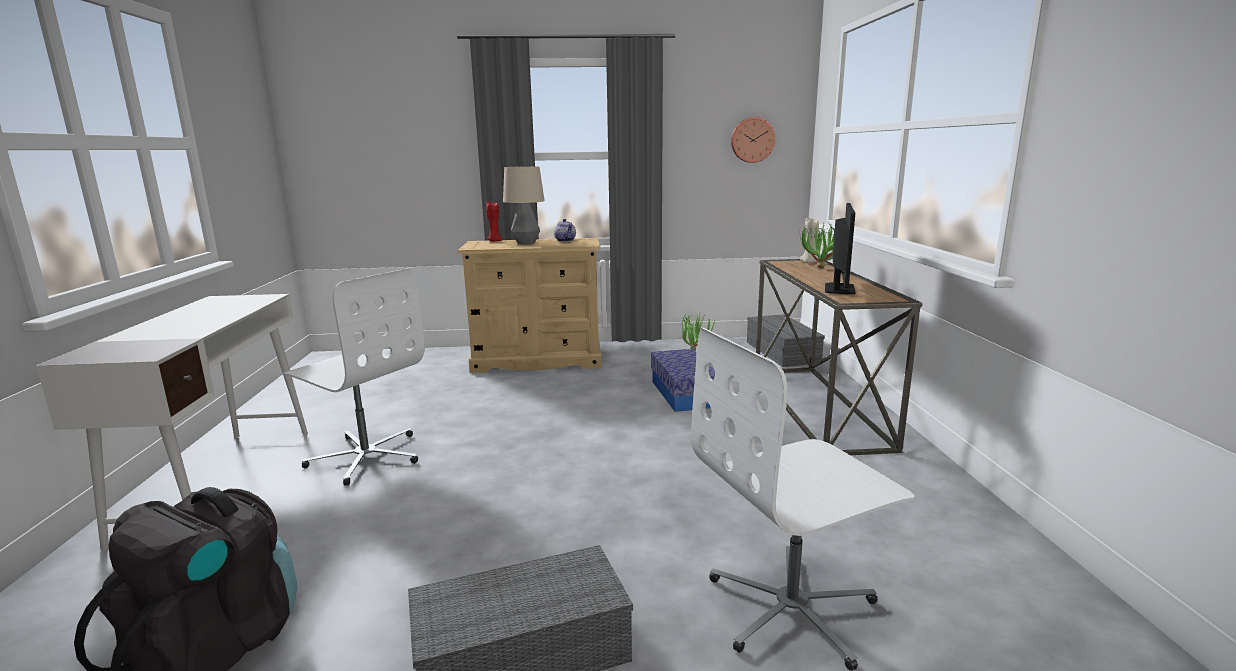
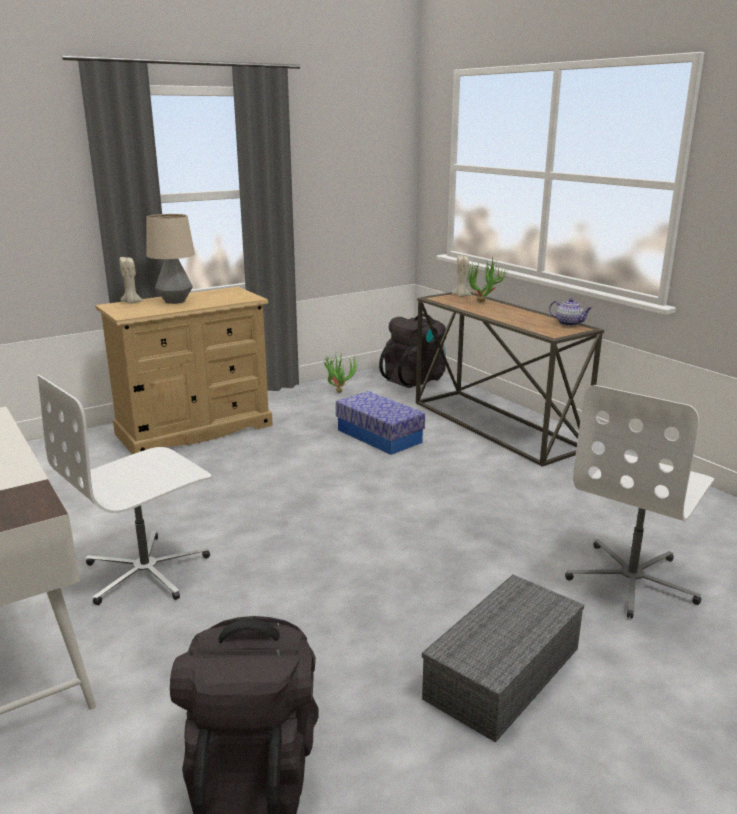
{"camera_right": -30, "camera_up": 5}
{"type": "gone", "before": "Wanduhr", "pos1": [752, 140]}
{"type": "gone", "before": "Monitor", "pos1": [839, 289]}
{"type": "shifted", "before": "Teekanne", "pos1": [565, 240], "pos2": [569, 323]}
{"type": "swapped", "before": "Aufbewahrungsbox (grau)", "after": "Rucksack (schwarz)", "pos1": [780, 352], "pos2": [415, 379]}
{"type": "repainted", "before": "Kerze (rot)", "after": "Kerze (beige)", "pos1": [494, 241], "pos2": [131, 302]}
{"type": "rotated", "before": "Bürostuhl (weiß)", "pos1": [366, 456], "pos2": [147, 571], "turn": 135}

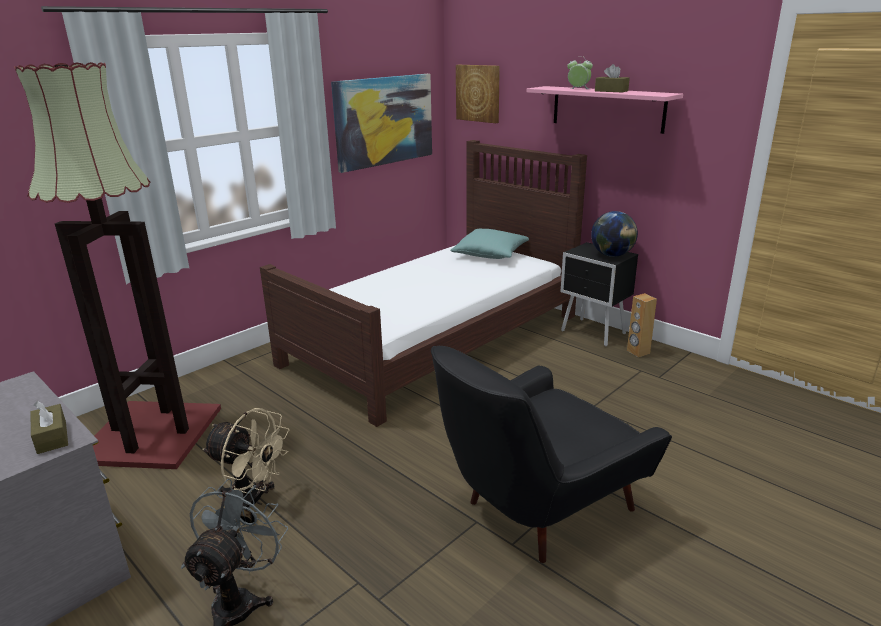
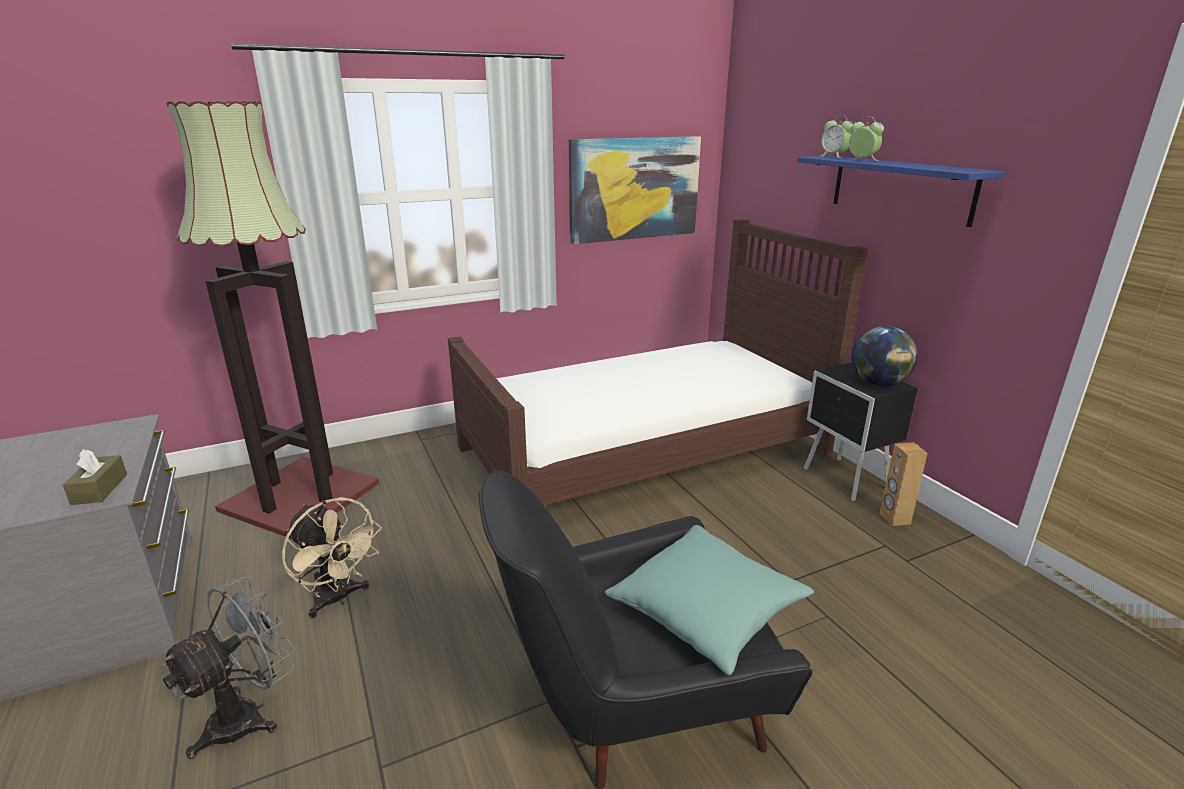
{"camera_right": 20, "camera_up": 0}
{"type": "gone", "before": "Bild", "pos1": [478, 93]}
{"type": "gone", "before": "Taschentuchbox (braun)", "pos1": [611, 91]}
{"type": "new", "after": "Wecker", "pos2": [834, 156]}
{"type": "shifted", "before": "Kissen (türkis)", "pos1": [491, 254], "pos2": [707, 611]}
{"type": "repainted", "before": "Wandregal (rosa)", "after": "Wandregal (blau)", "pos1": [607, 108], "pos2": [900, 188]}

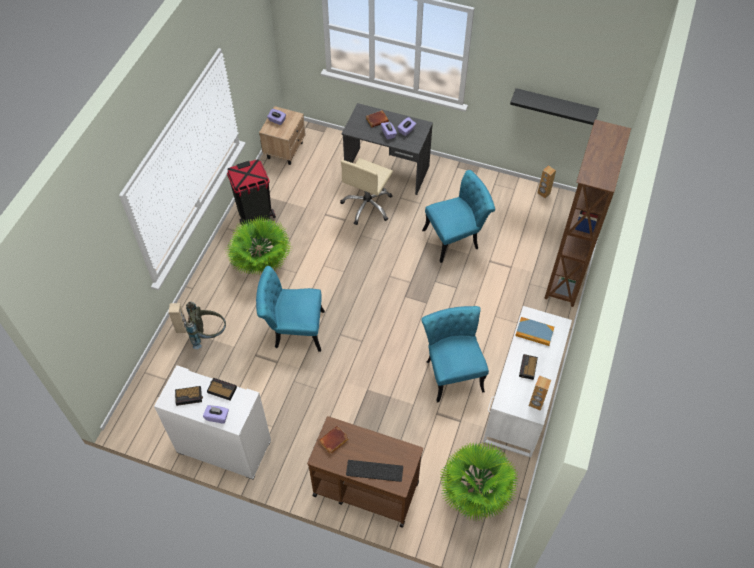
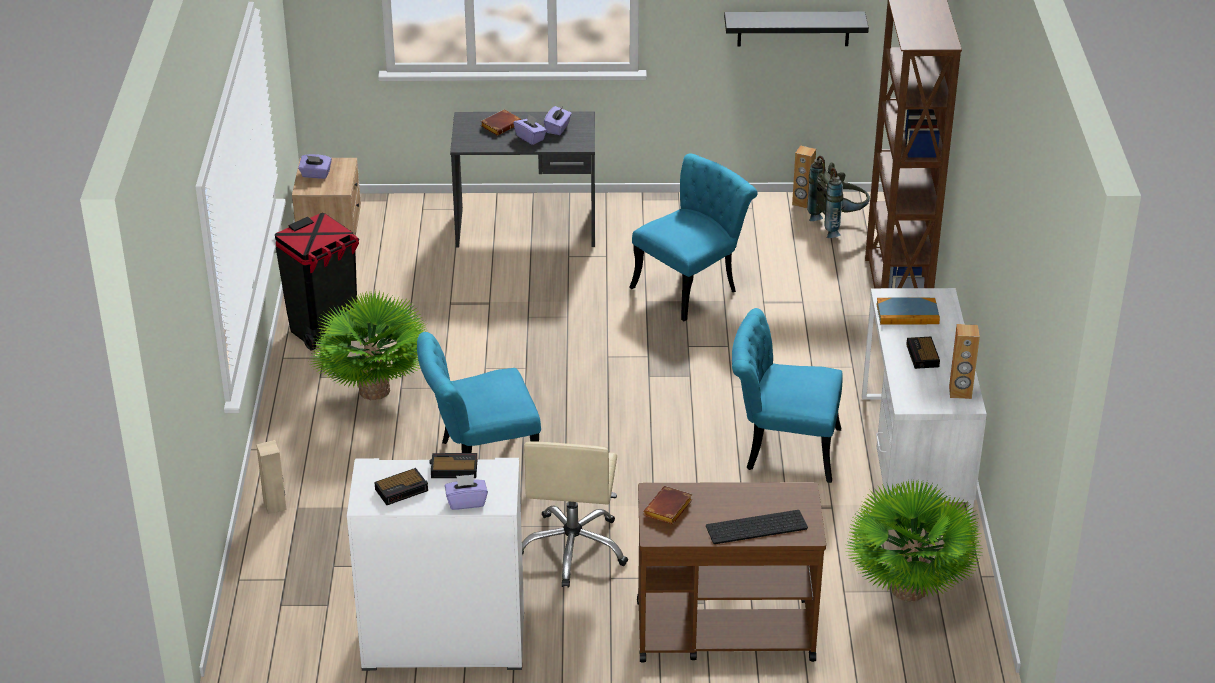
{"camera_right": -20, "camera_up": -20}
{"type": "shifted", "before": "Rucksack (grau)", "pos1": [209, 335], "pos2": [838, 224]}
{"type": "shifted", "before": "Bürostuhl (beige)", "pos1": [367, 206], "pos2": [573, 548]}
{"type": "rotated", "before": "Stuhl (türkis)", "pos1": [452, 370], "pos2": [781, 448], "turn": -45}

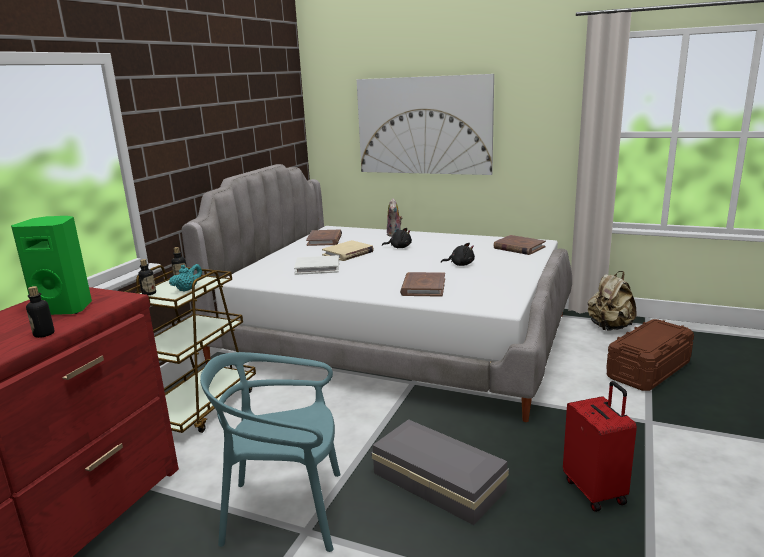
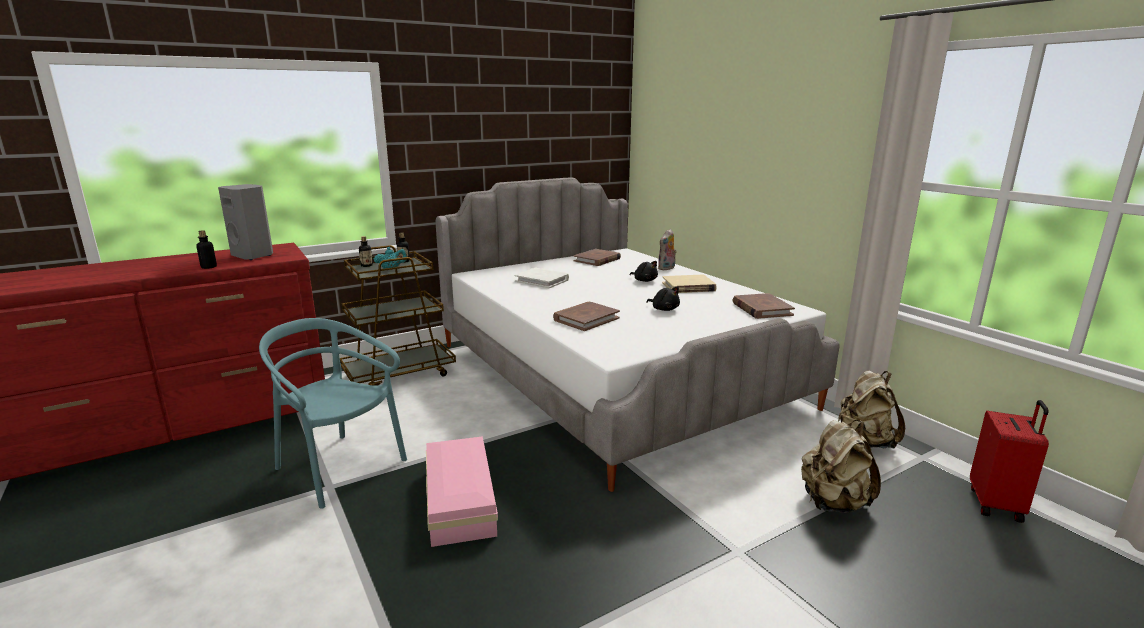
{"camera_right": 35, "camera_up": 0}
{"type": "gone", "before": "Bild", "pos1": [424, 125]}
{"type": "shifted", "before": "Buch (beige)", "pos1": [348, 253], "pos2": [688, 287]}
{"type": "shifted", "before": "Koffer (rot)", "pos1": [595, 491], "pos2": [997, 504]}
{"type": "swapped", "before": "Aufbewahrungsbox (braun)", "after": "Rucksack (beige)", "pos1": [648, 370], "pos2": [833, 503]}
{"type": "repainted", "before": "Lautsprecher (grün)", "after": "Lautsprecher (grau)", "pos1": [65, 308], "pos2": [254, 256]}
{"type": "repainted", "before": "Aufbewahrungsbox (grau)", "after": "Aufbewahrungsbox (rosa)", "pos1": [437, 480], "pos2": [461, 499]}

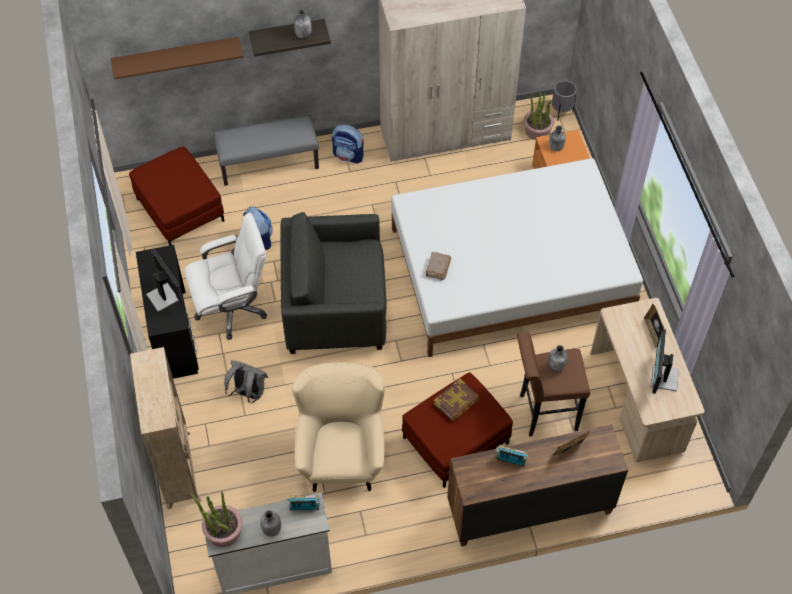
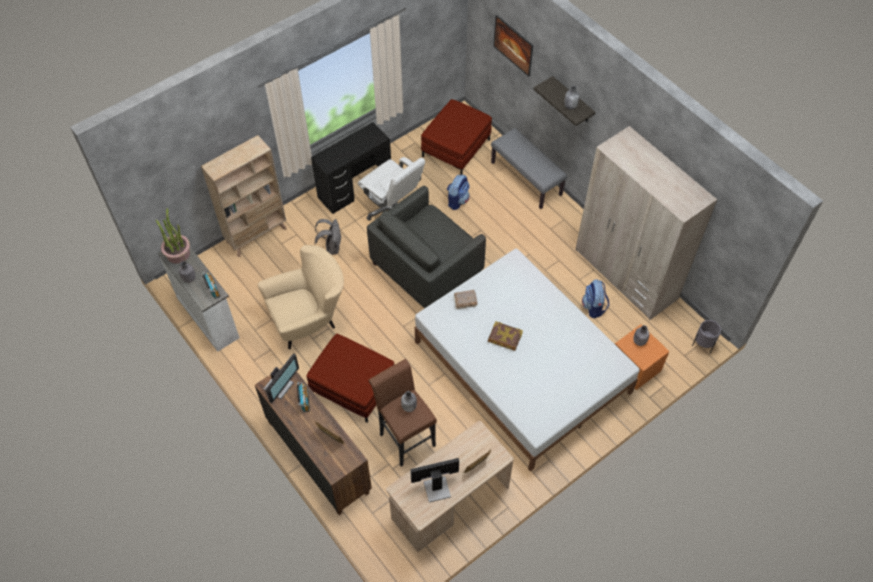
{"camera_right": 65, "camera_up": 0}
{"type": "gone", "before": "Topfpflanze", "pos1": [537, 130]}
{"type": "shifted", "before": "Monitor", "pos1": [164, 296], "pos2": [280, 386]}
{"type": "shifted", "before": "Rucksack", "pos1": [349, 155], "pos2": [593, 307]}
{"type": "shifted", "before": "Buch", "pos1": [456, 402], "pos2": [504, 338]}
{"type": "swapped", "before": "Wandregal (braun)", "after": "Bild", "pos1": [176, 56], "pos2": [512, 53]}
{"type": "rotated", "before": "Sessel (grau)", "pos1": [335, 307], "pos2": [426, 268], "turn": -105}

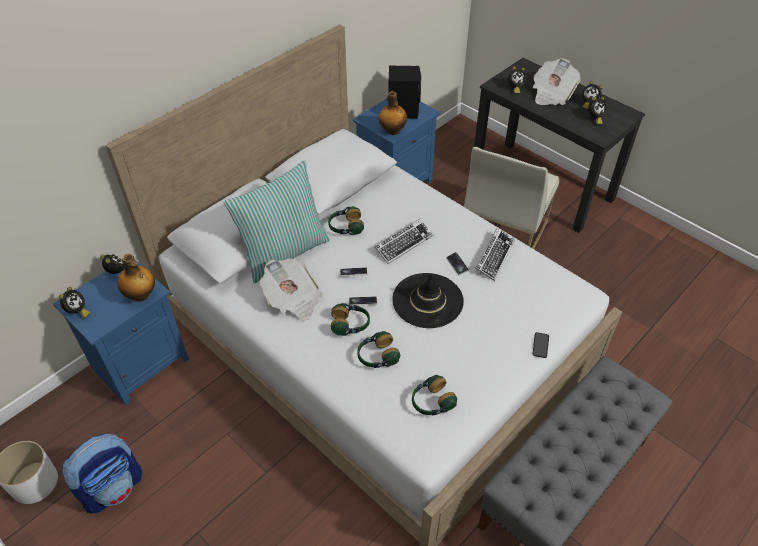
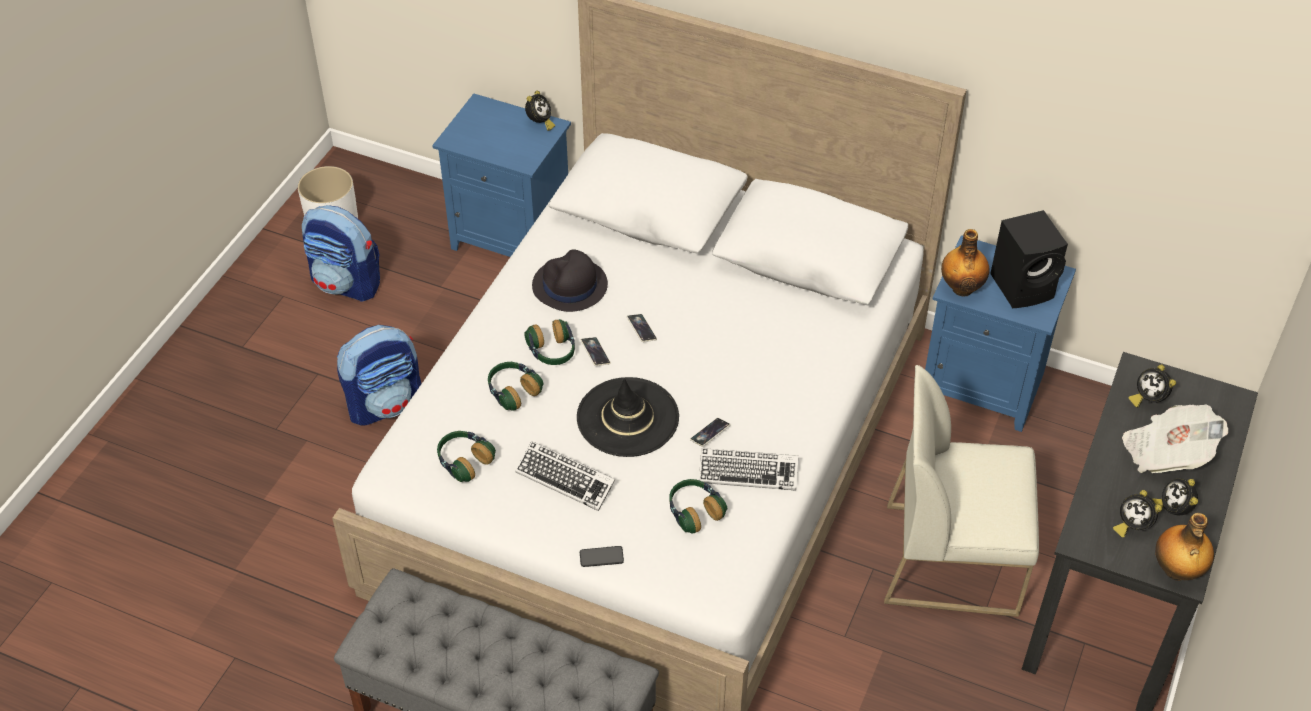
{"camera_right": 70, "camera_up": 0}
{"type": "gone", "before": "Wecker", "pos1": [77, 312]}
{"type": "gone", "before": "Kissen", "pos1": [283, 252]}
{"type": "new", "after": "Rucksack", "pos2": [385, 404]}
{"type": "shifted", "before": "Flasche", "pos1": [141, 296], "pos2": [1176, 571]}
{"type": "shifted", "before": "Kopfhörer", "pos1": [345, 227], "pos2": [694, 511]}
{"type": "shifted", "before": "Tastatur", "pos1": [404, 243], "pos2": [565, 479]}
{"type": "swapped", "before": "Zeitung", "after": "Hut (schwarz)", "pos1": [293, 299], "pos2": [569, 286]}

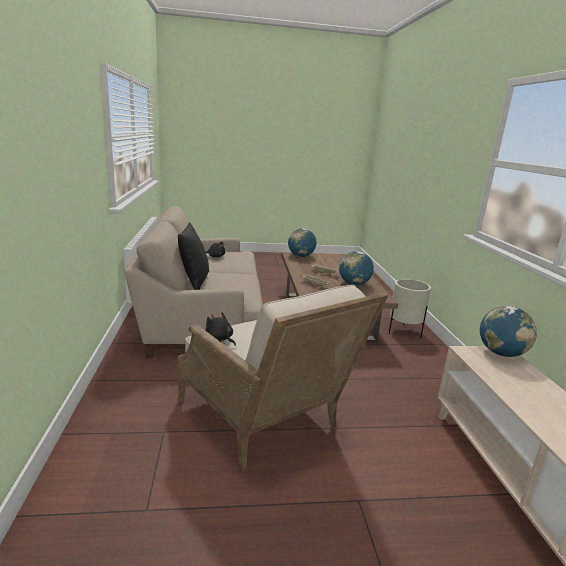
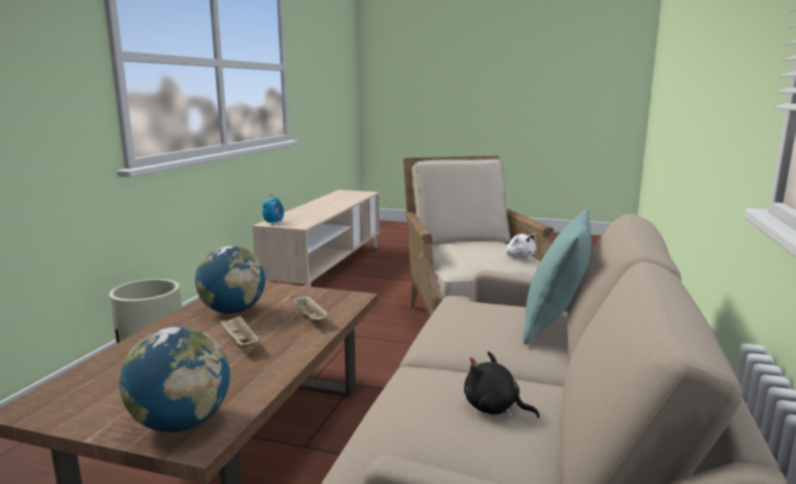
{"camera_right": -155, "camera_up": -5}
{"type": "swapped", "before": "Globus", "after": "Wecker", "pos1": [501, 353], "pos2": [274, 223]}
{"type": "repainted", "before": "Kissen (schwarz)", "after": "Kissen (türkis)", "pos1": [194, 281], "pos2": [554, 325]}
{"type": "repainted", "before": "Plüschtier (schwarz)", "after": "Plüschtier (weiß)", "pos1": [220, 340], "pos2": [519, 257]}

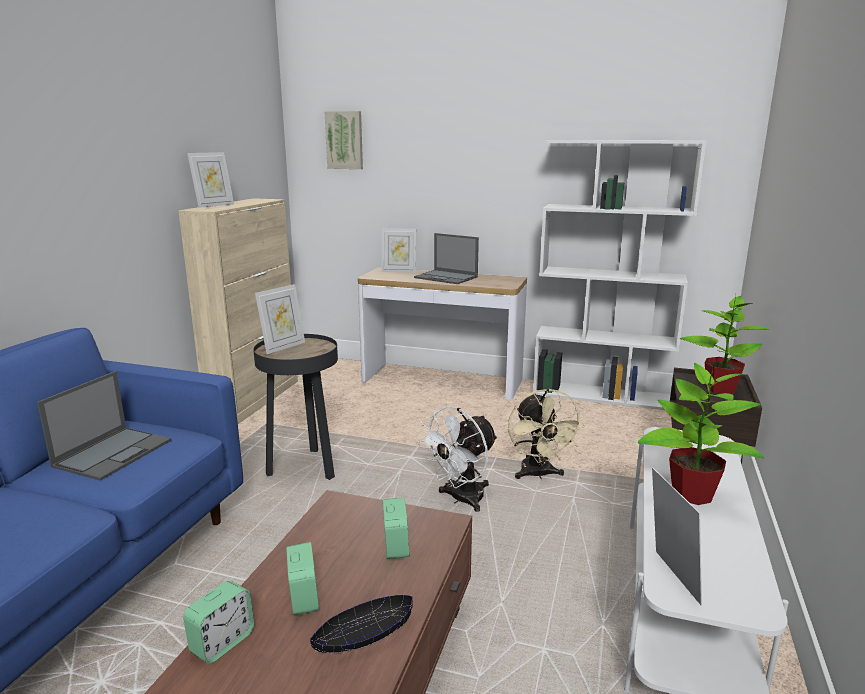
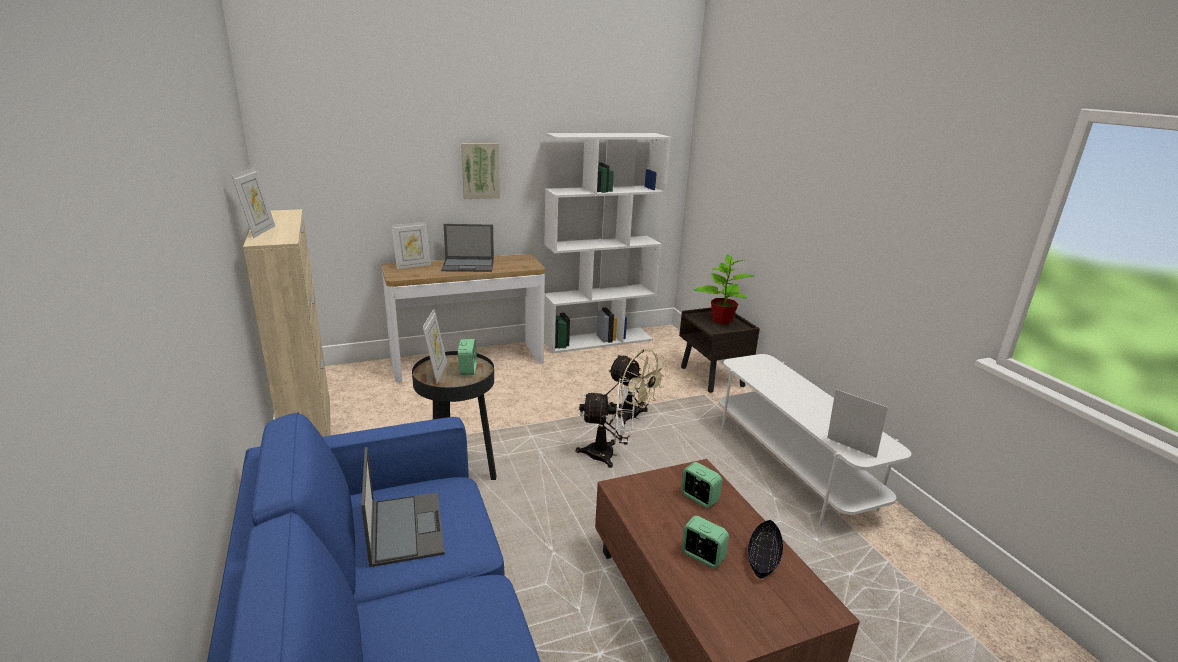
{"camera_right": -40, "camera_up": 5}
{"type": "gone", "before": "Topfpflanze", "pos1": [691, 493]}
{"type": "shifted", "before": "Wecker", "pos1": [222, 643], "pos2": [468, 370]}
{"type": "shifted", "before": "Bild", "pos1": [345, 140], "pos2": [480, 170]}
{"type": "rotated", "before": "Ventilator (weiß)", "pos1": [461, 500], "pos2": [608, 455], "turn": -90}

